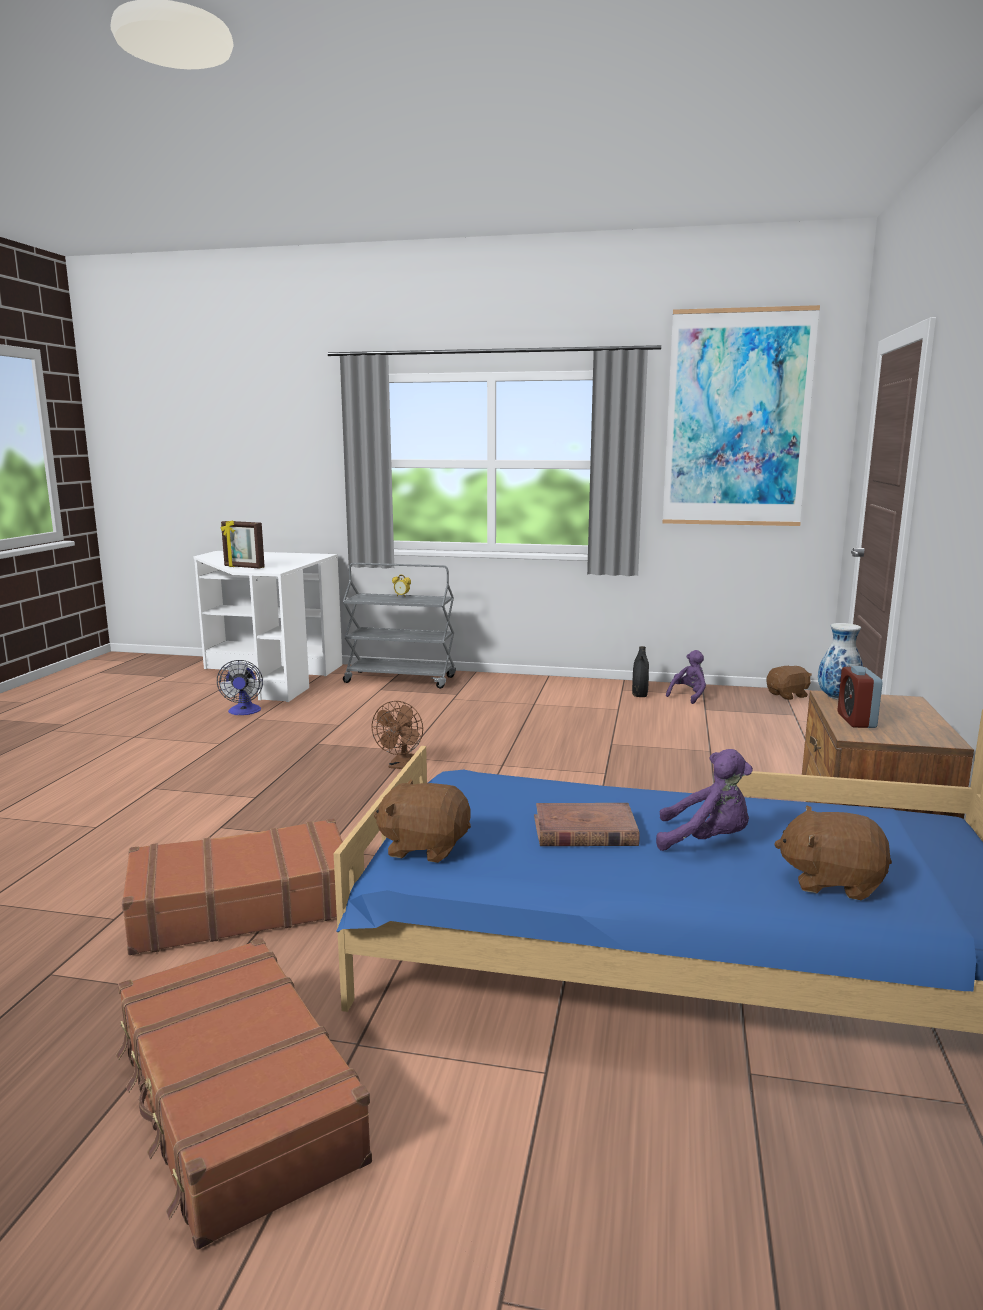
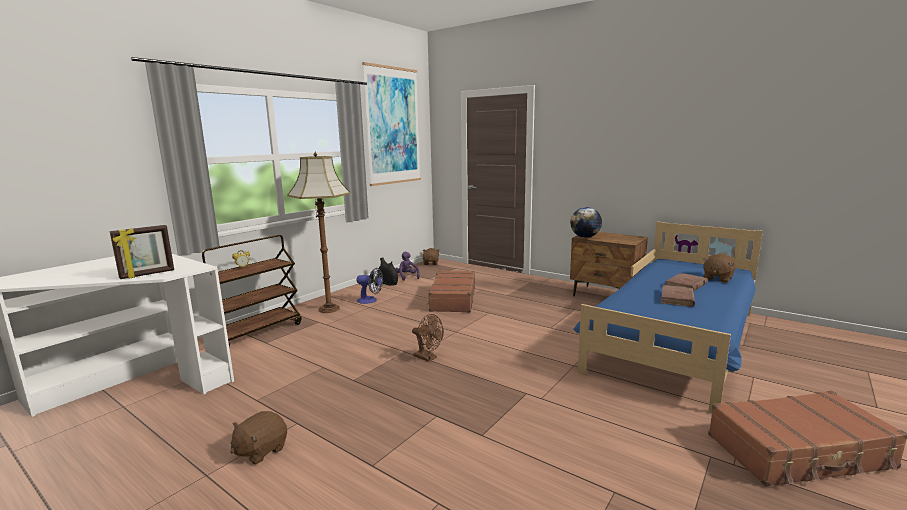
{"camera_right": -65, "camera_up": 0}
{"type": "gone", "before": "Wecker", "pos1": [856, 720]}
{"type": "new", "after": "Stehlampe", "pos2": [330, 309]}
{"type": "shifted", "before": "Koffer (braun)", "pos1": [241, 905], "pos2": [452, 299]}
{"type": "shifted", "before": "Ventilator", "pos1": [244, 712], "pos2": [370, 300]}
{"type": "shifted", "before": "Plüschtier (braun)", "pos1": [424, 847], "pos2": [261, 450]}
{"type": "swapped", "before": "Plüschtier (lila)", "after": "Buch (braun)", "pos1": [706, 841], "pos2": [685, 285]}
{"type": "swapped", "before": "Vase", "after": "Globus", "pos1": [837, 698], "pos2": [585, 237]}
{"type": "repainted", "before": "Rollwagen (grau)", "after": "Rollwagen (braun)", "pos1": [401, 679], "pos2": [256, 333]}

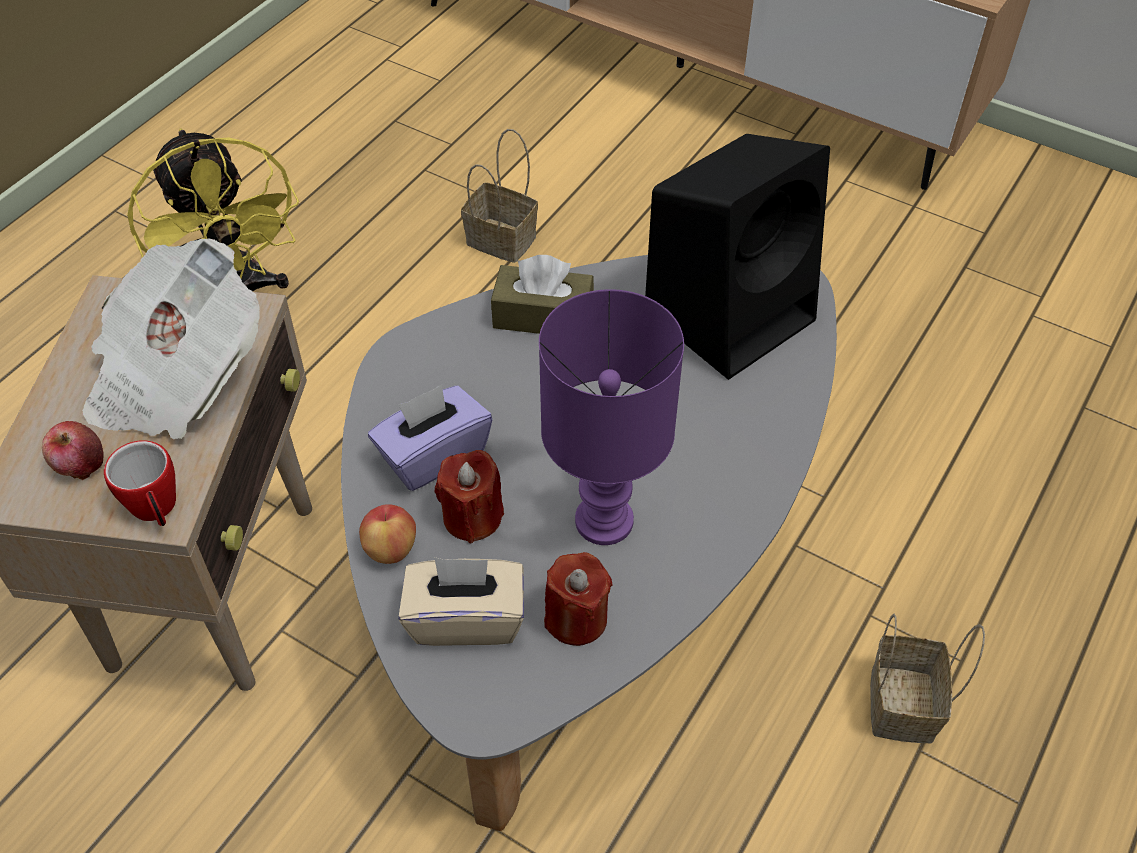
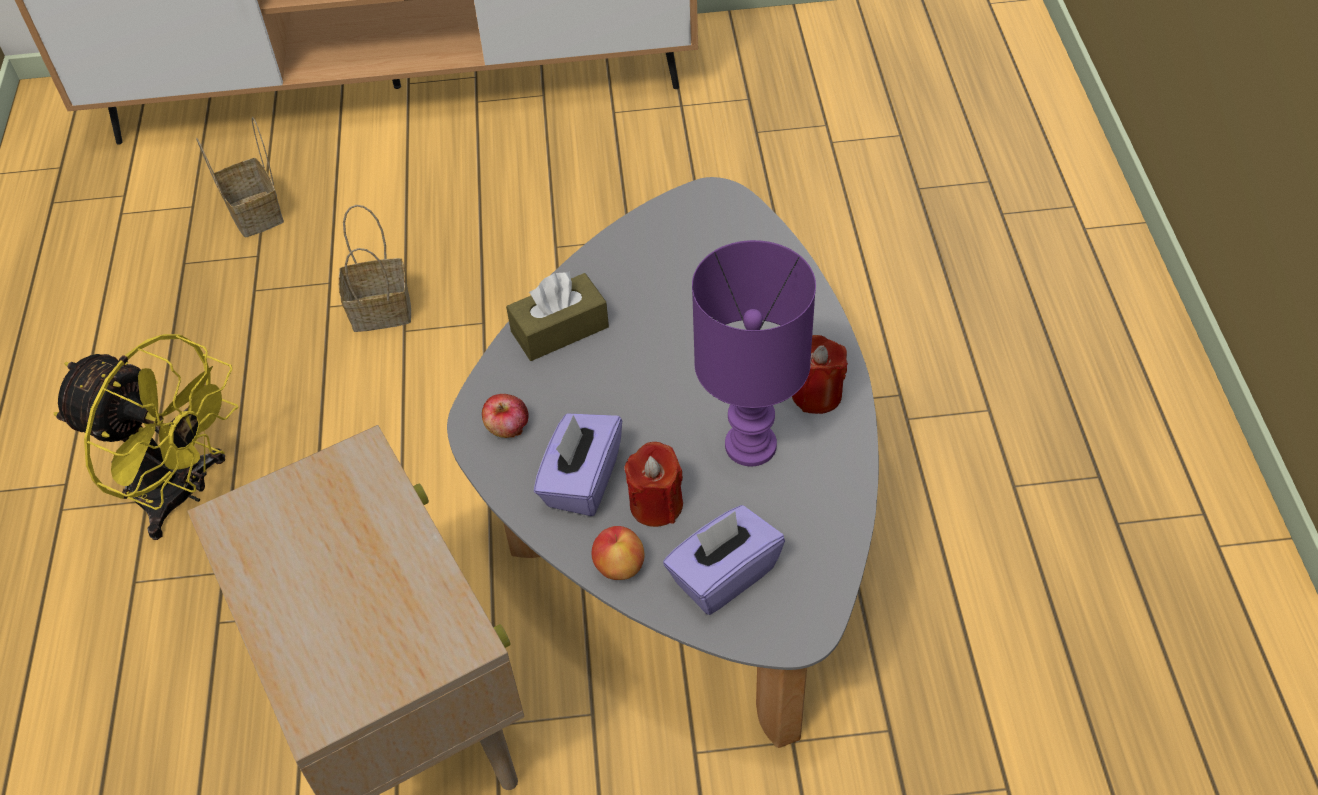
{"camera_right": -35, "camera_up": 0}
{"type": "gone", "before": "Zeitung", "pos1": [176, 376]}
{"type": "gone", "before": "Henkelbecher", "pos1": [156, 510]}
{"type": "gone", "before": "Lautsprecher (schwarz)", "pos1": [731, 312]}
{"type": "shifted", "before": "Apfel", "pos1": [80, 465], "pos2": [507, 428]}
{"type": "shifted", "before": "Kerze (rot)", "pos1": [576, 618], "pos2": [816, 394]}
{"type": "shifted", "before": "Korb", "pos1": [904, 707], "pos2": [257, 214]}
{"type": "repainted", "before": "Taschentuchbox (beige)", "after": "Taschentuchbox (lila)", "pos1": [466, 618], "pos2": [723, 575]}

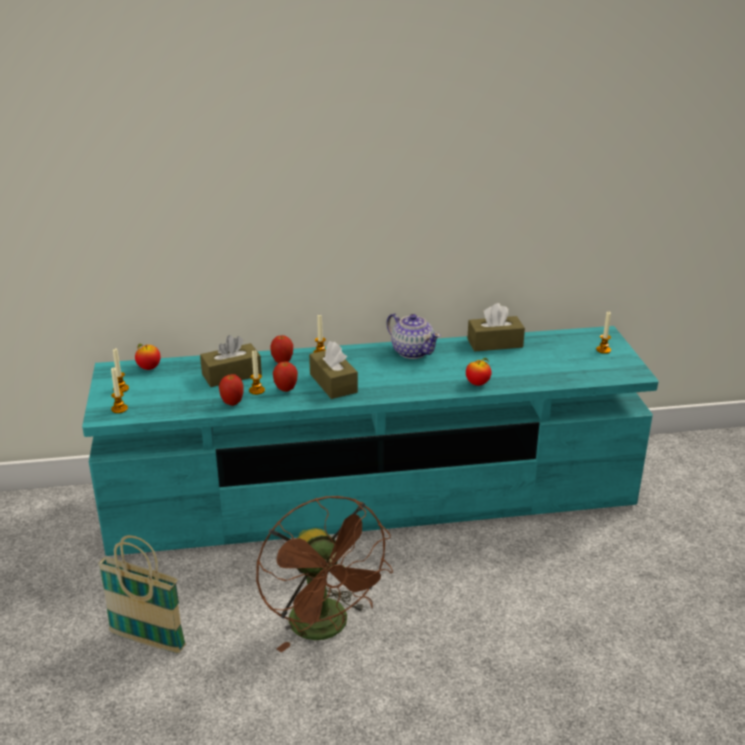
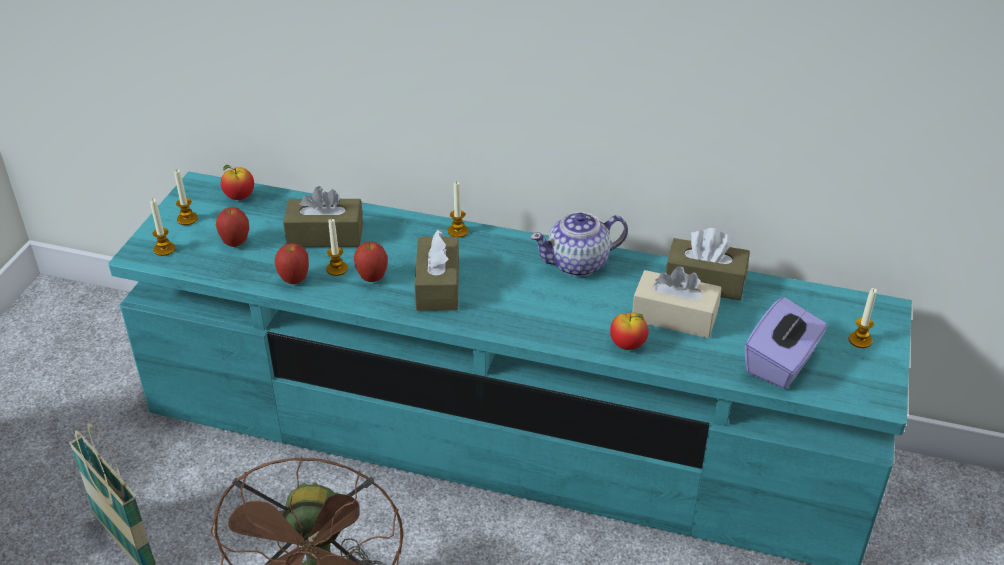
{"camera_right": 25, "camera_up": 10}
{"type": "new", "after": "Taschentuchbox (beige)", "pos2": [674, 316]}
{"type": "new", "after": "Taschentuchbox (lila)", "pos2": [781, 363]}
{"type": "shifted", "before": "Apfel", "pos1": [282, 362], "pos2": [236, 243]}
{"type": "rotated", "before": "Teekanne", "pos1": [412, 351], "pos2": [579, 263], "turn": 90}

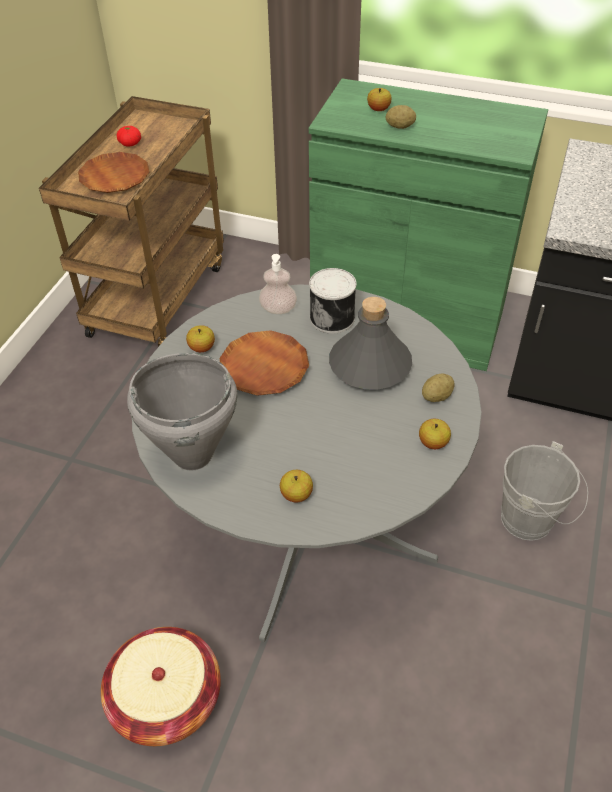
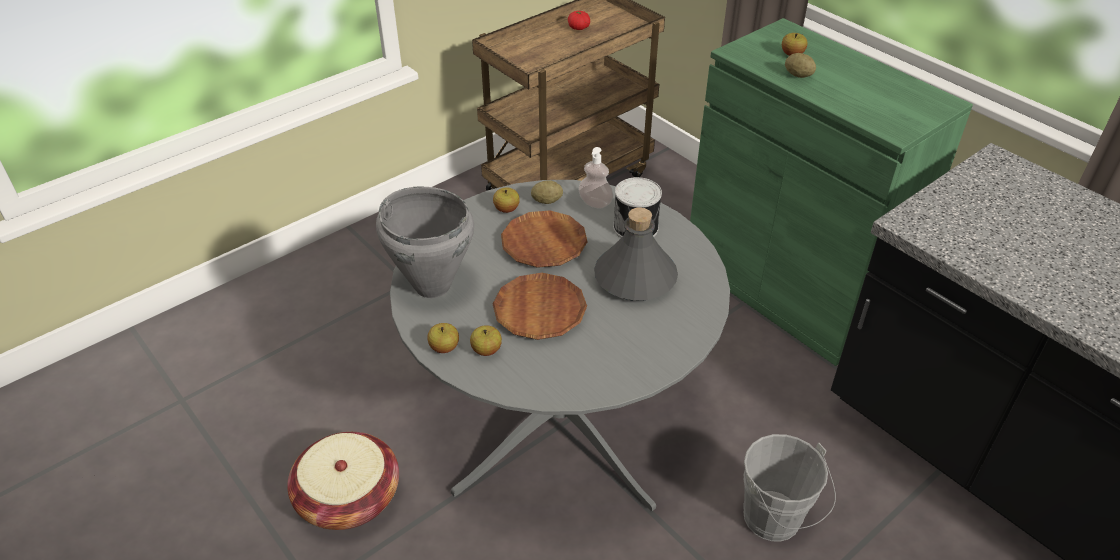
{"camera_right": 30, "camera_up": -5}
{"type": "shifted", "before": "Teller (braun)", "pos1": [115, 177], "pos2": [539, 311]}
{"type": "shifted", "before": "Apfel", "pos1": [433, 443], "pos2": [444, 347]}
{"type": "shifted", "before": "Kartoffel", "pos1": [436, 396], "pos2": [547, 201]}

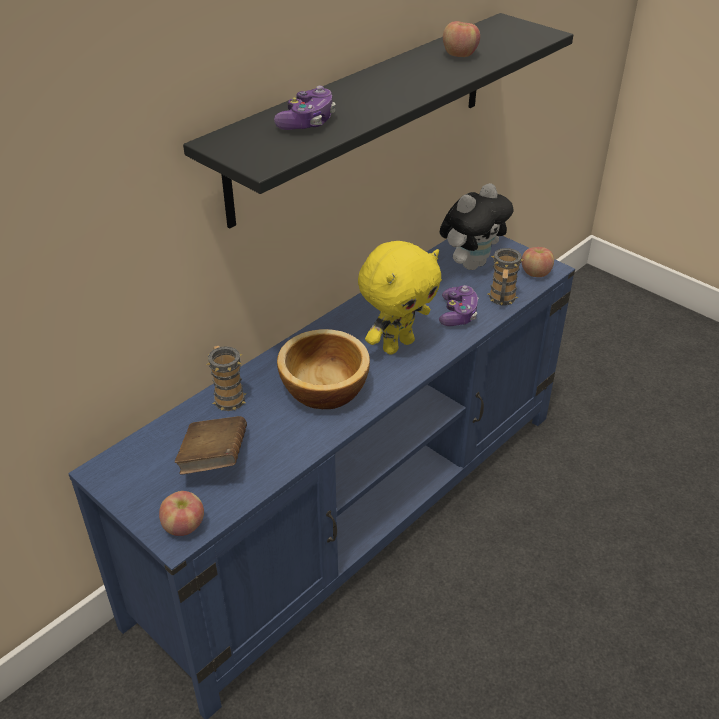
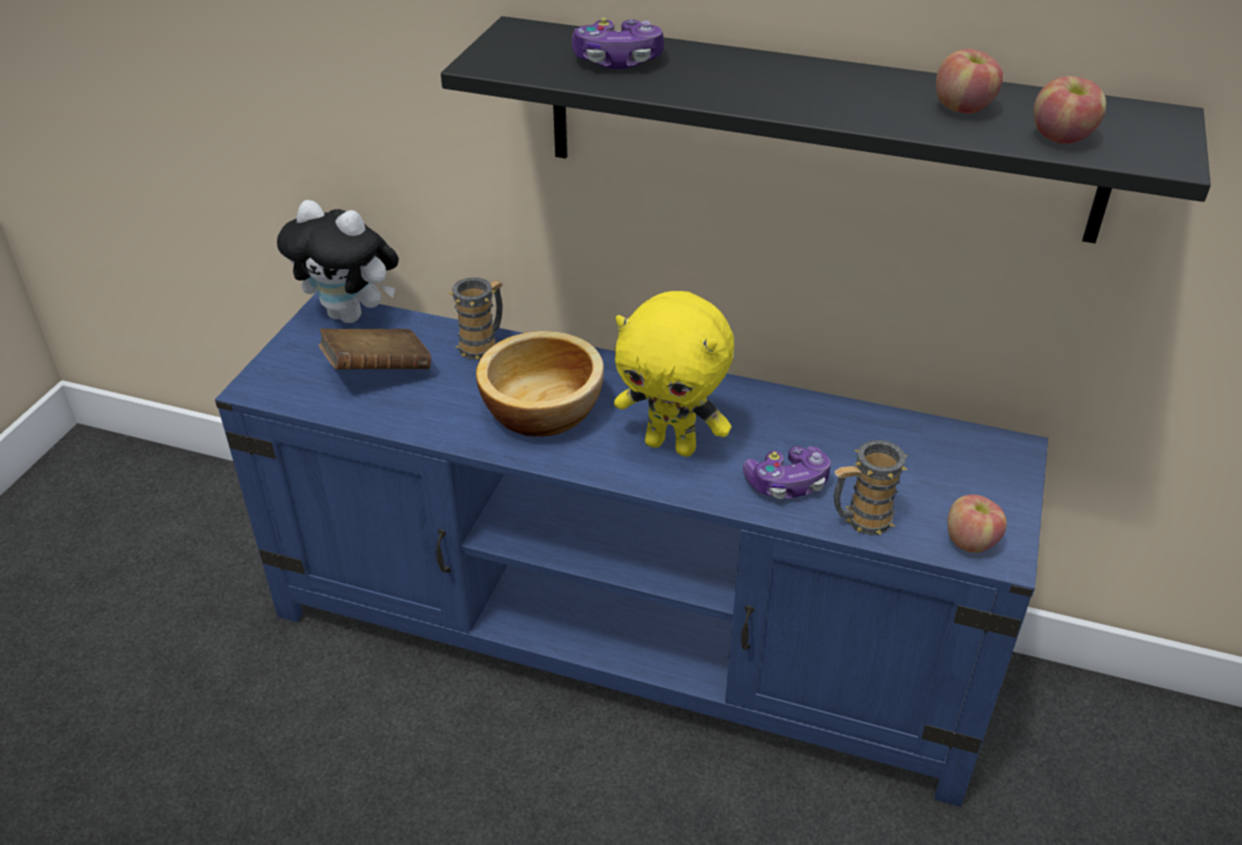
{"camera_right": 65, "camera_up": 0}
{"type": "shifted", "before": "Apfel", "pos1": [184, 526], "pos2": [1062, 138]}
{"type": "shifted", "before": "Plüschtier", "pos1": [471, 263], "pos2": [352, 315]}

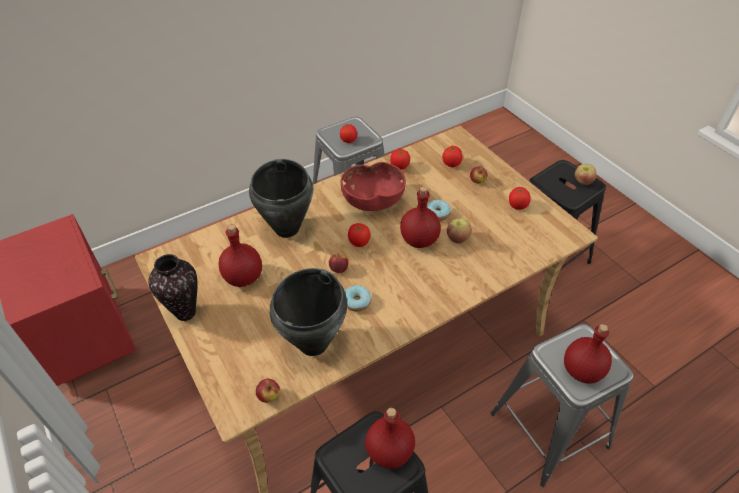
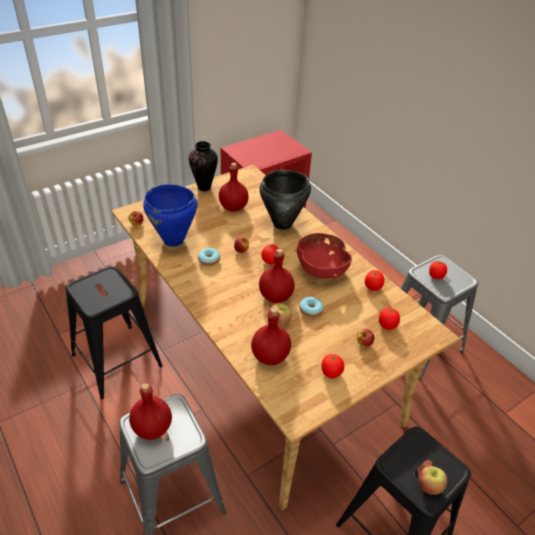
{"camera_right": 85, "camera_up": -5}
{"type": "shifted", "before": "Flasche (rot)", "pos1": [389, 451], "pos2": [270, 356]}
{"type": "repainted", "before": "Kochtopf (schwarz)", "after": "Kochtopf (blau)", "pos1": [314, 343], "pos2": [173, 240]}

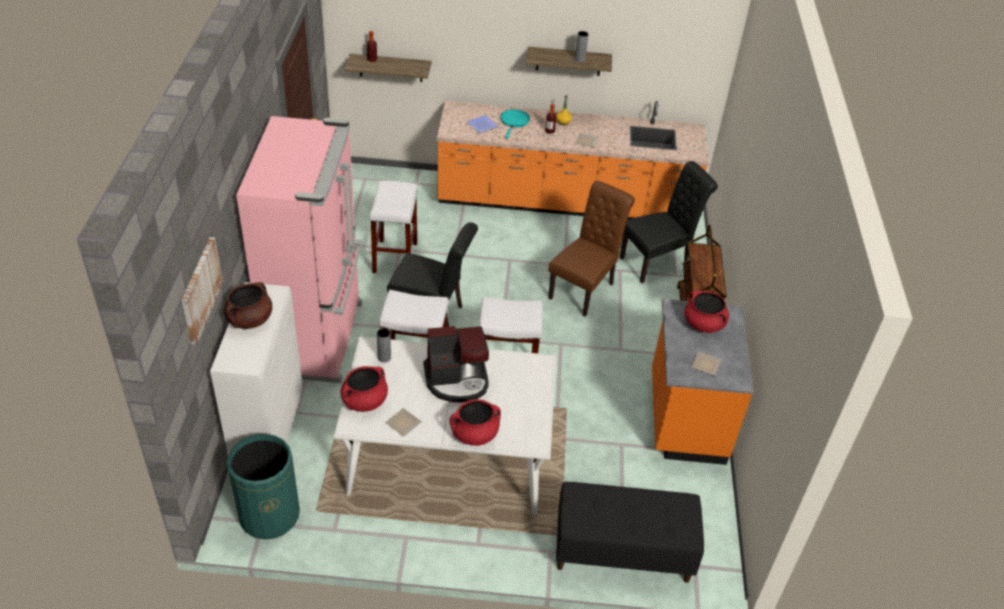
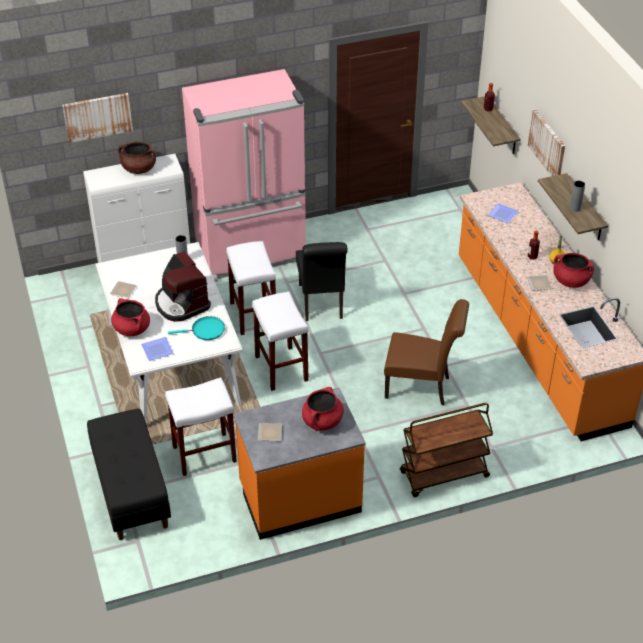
{"camera_right": 70, "camera_up": 0}
{"type": "gone", "before": "Mülleimer (grün)", "pos1": [269, 515]}
{"type": "gone", "before": "Stuhl (schwarz)", "pos1": [658, 262]}
{"type": "new", "after": "Teller", "pos2": [158, 350]}
{"type": "new", "after": "Bild", "pos2": [547, 145]}
{"type": "shifted", "before": "Kochtopf (rot)", "pos1": [364, 401], "pos2": [570, 281]}
{"type": "shifted", "before": "Hocker (weiß)", "pos1": [395, 258], "pos2": [203, 454]}
{"type": "shifted", "before": "Pfanne (türkis)", "pos1": [514, 121], "pos2": [205, 330]}

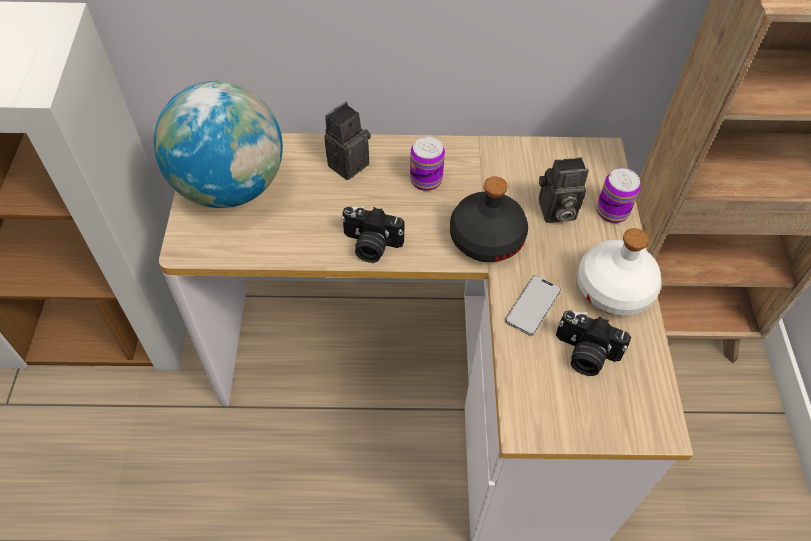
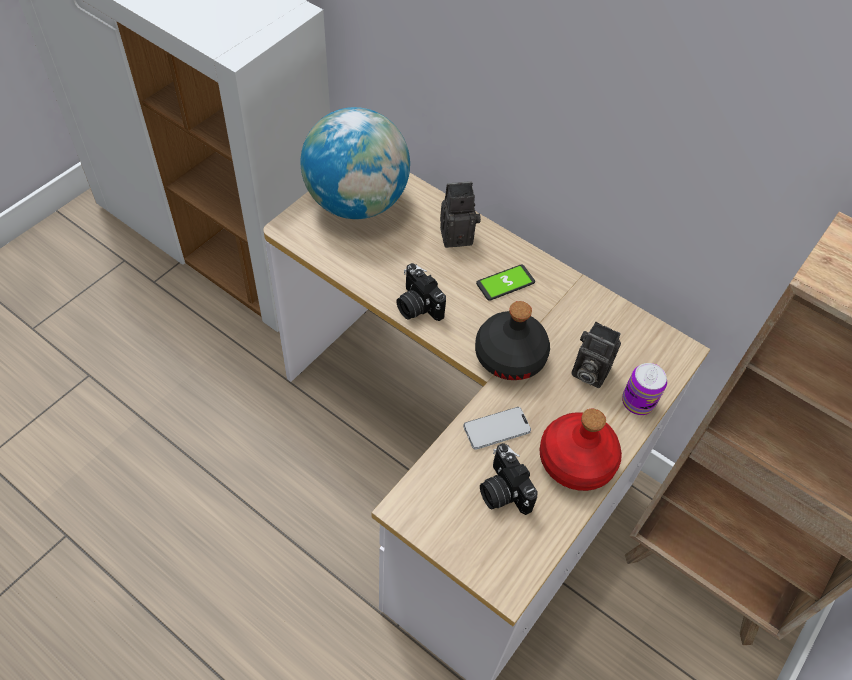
{"camera_right": 35, "camera_up": 0}
{"type": "swapped", "before": "Dose", "after": "Handy", "pos1": [426, 180], "pos2": [505, 283]}
{"type": "repainted", "before": "Flasche (weiß)", "after": "Flasche (rot)", "pos1": [613, 290], "pos2": [575, 460]}

